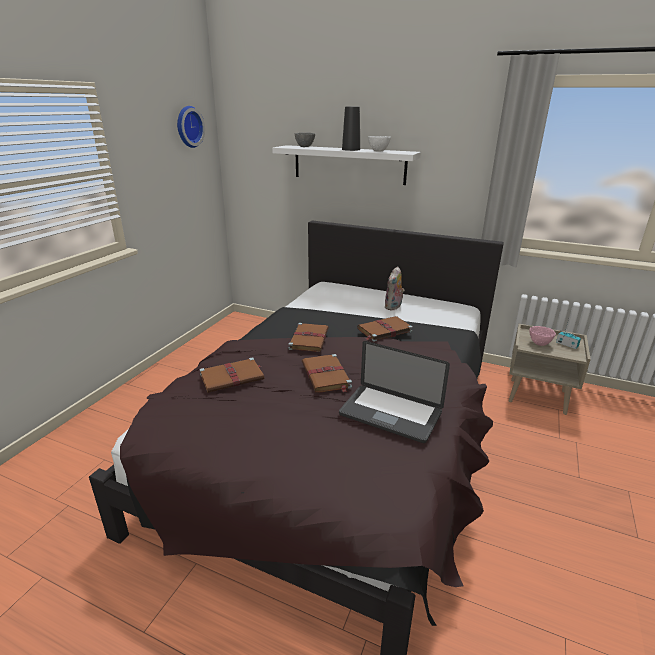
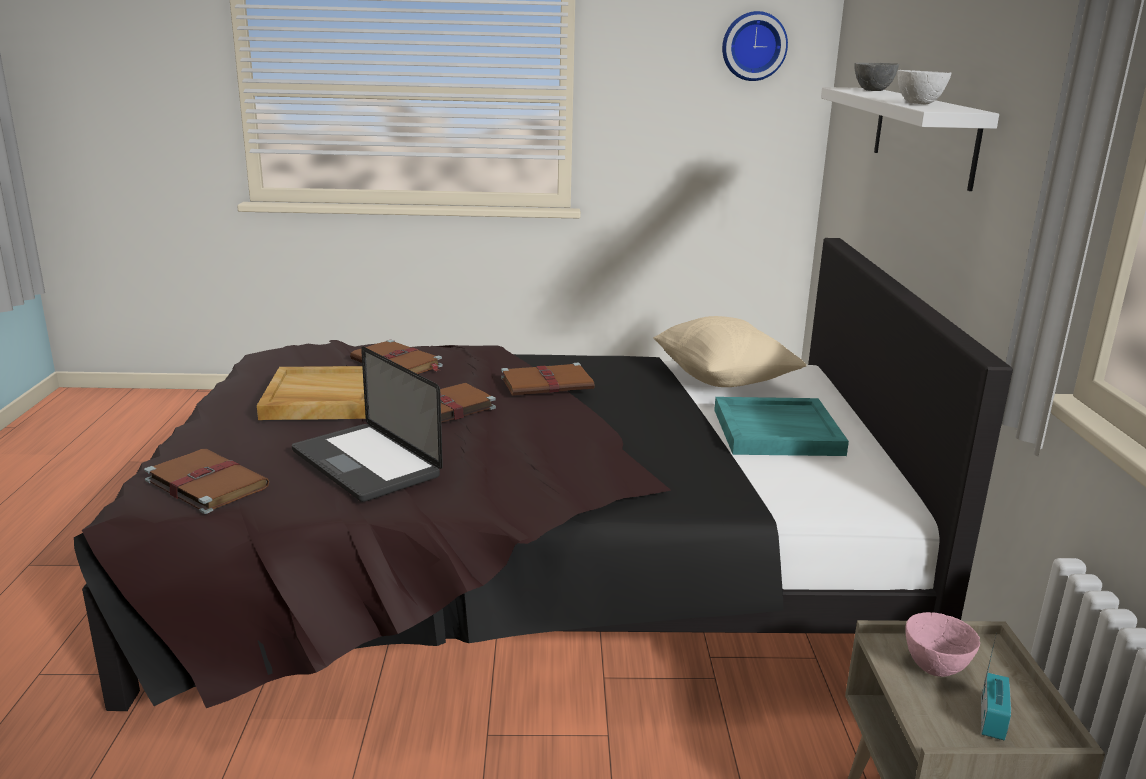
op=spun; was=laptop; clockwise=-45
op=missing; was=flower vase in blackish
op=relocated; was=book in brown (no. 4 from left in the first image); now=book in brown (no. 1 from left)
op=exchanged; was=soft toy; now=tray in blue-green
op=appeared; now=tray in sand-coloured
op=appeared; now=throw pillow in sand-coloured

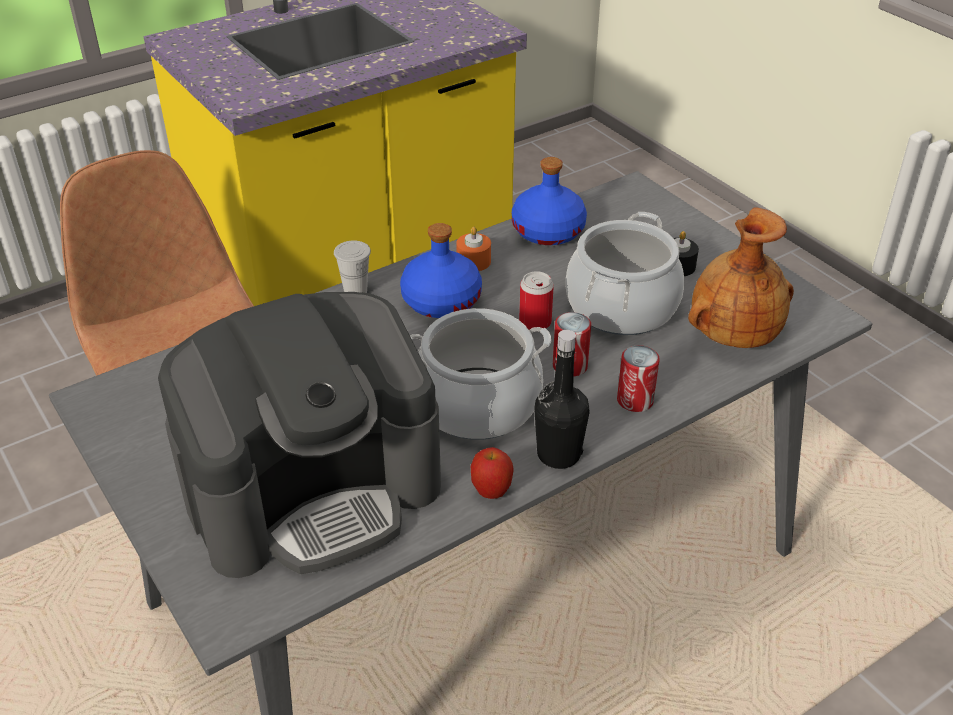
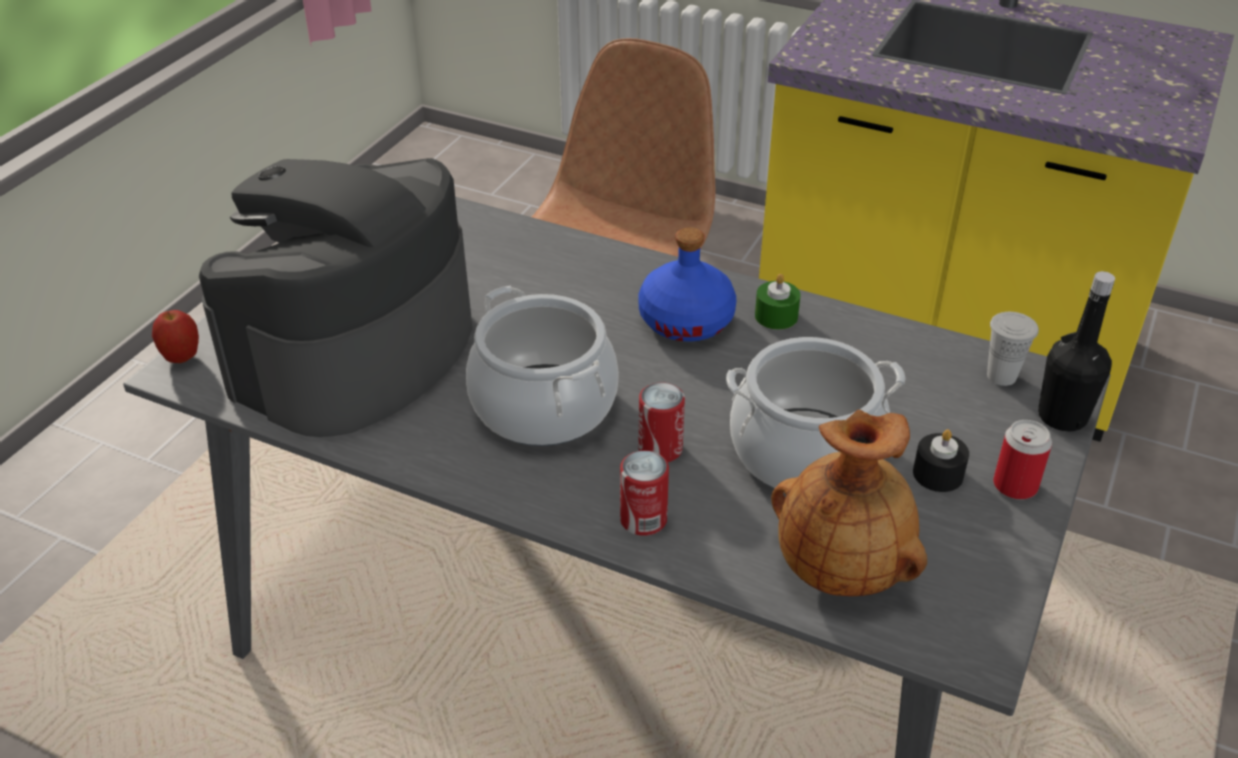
op=spun; was=coffee maker; clockwise=90
op=relocated; was=drinking cup in whitish
op=colour; was=wax light in orange-coloured; now=wax light in greenish
op=relocated; was=whole apple
op=missing; was=beverage bottle in bluish (no. 2 from left)
op=relocated; was=can (no. 1 from left in the first image); now=can (no. 3 from left)
op=relocated; was=beverage bottle in blackish

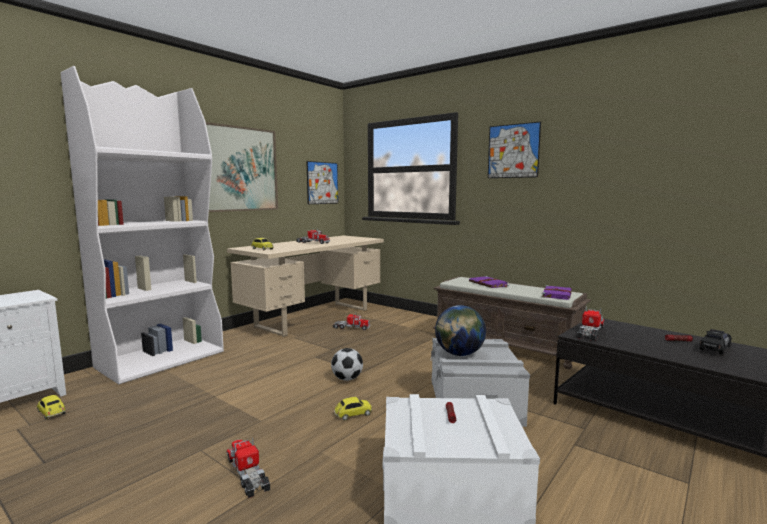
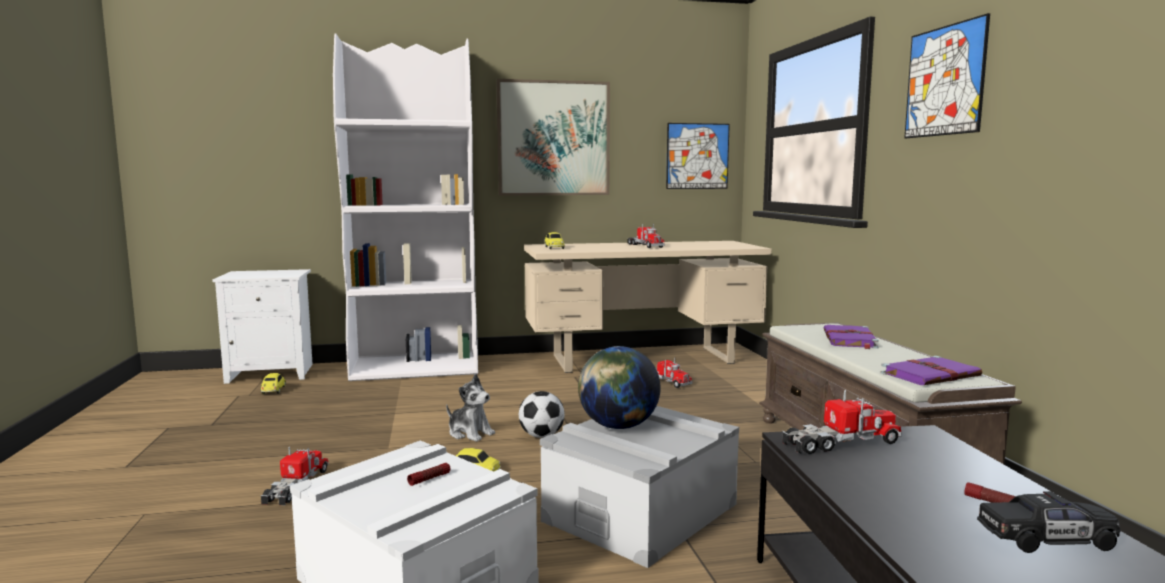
op=appeared; now=soft toy

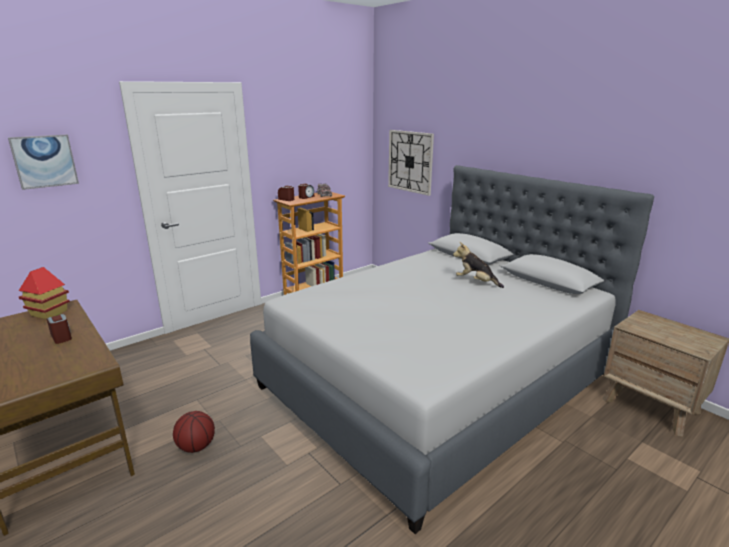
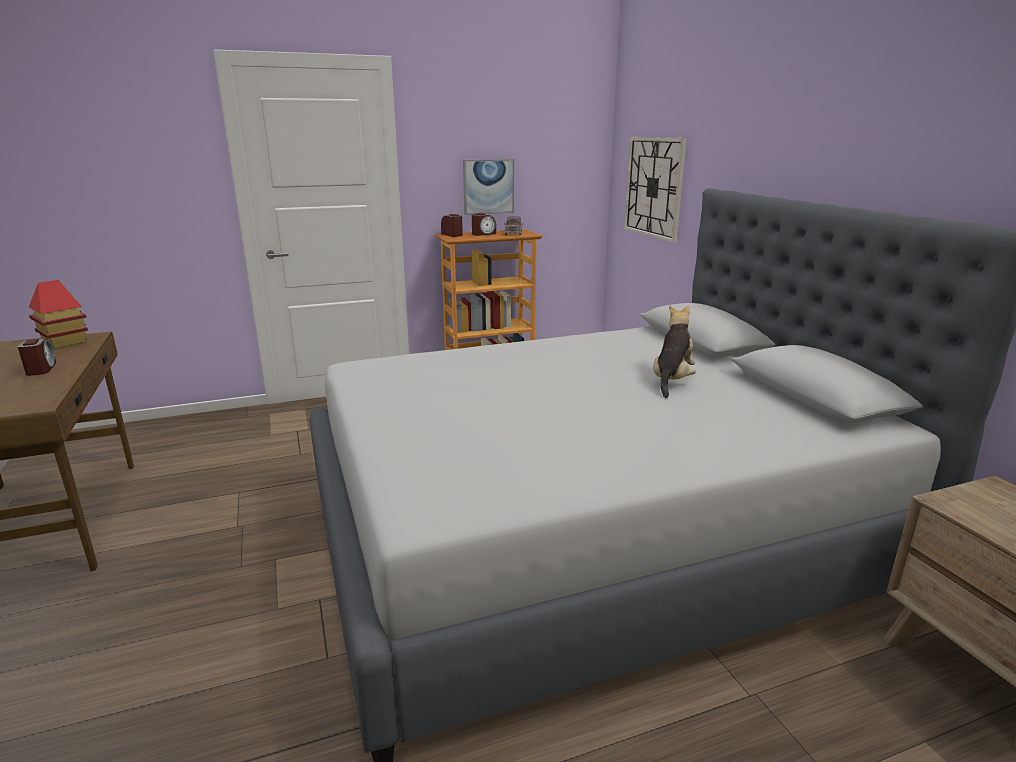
op=relocated; was=wall picture
op=missing; was=ball for basketball
op=spun; was=soft toy; clockwise=60

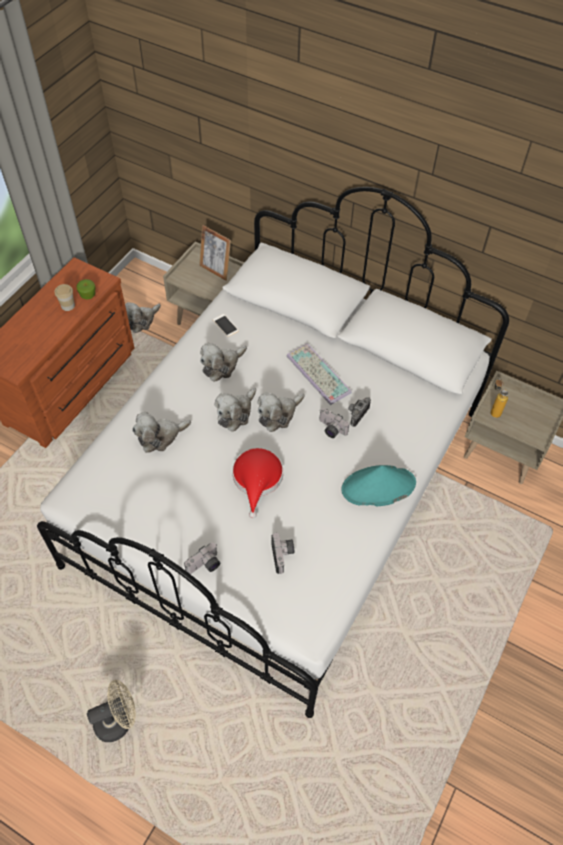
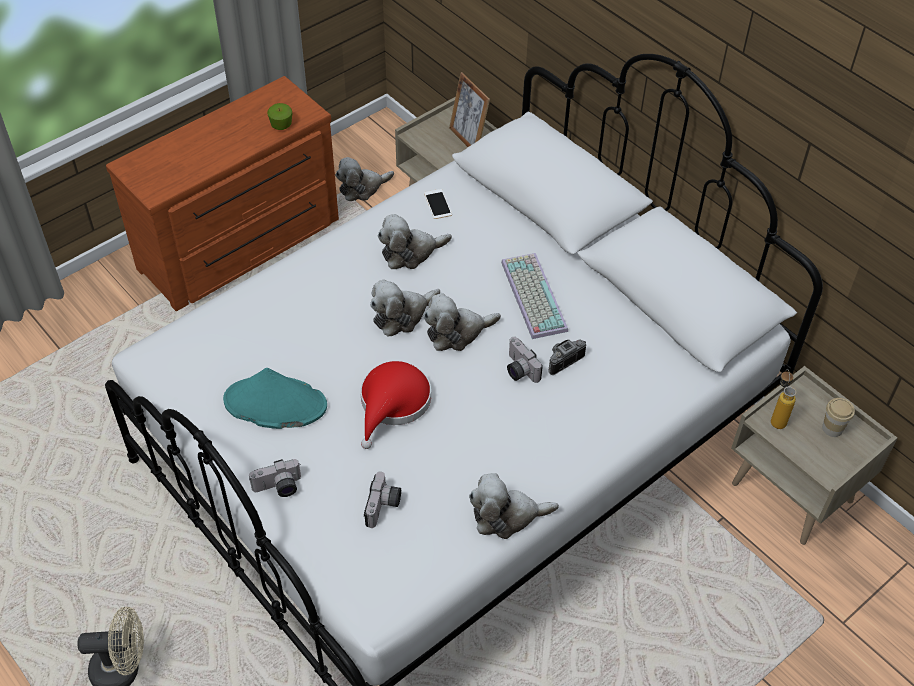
op=relocated; was=drinking cup
op=relocated; was=soft toy (no. 2 from left in the first image); now=soft toy (no. 5 from left)
op=relocated; was=hat in blue-green

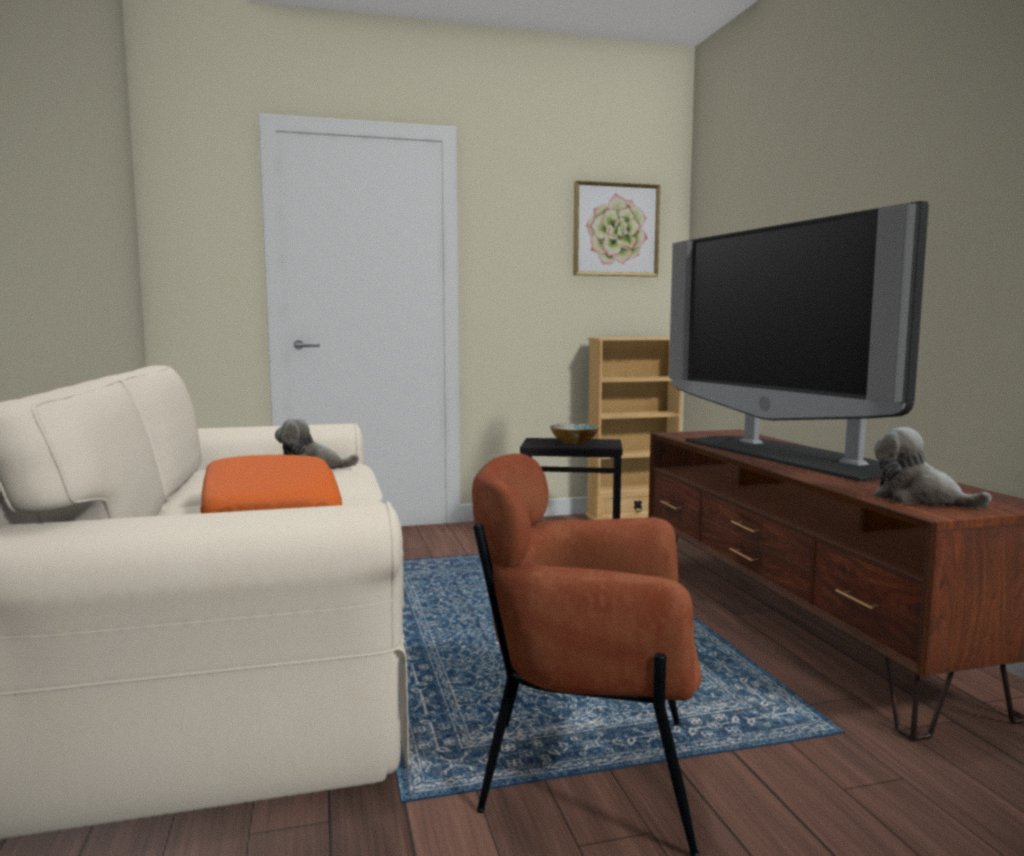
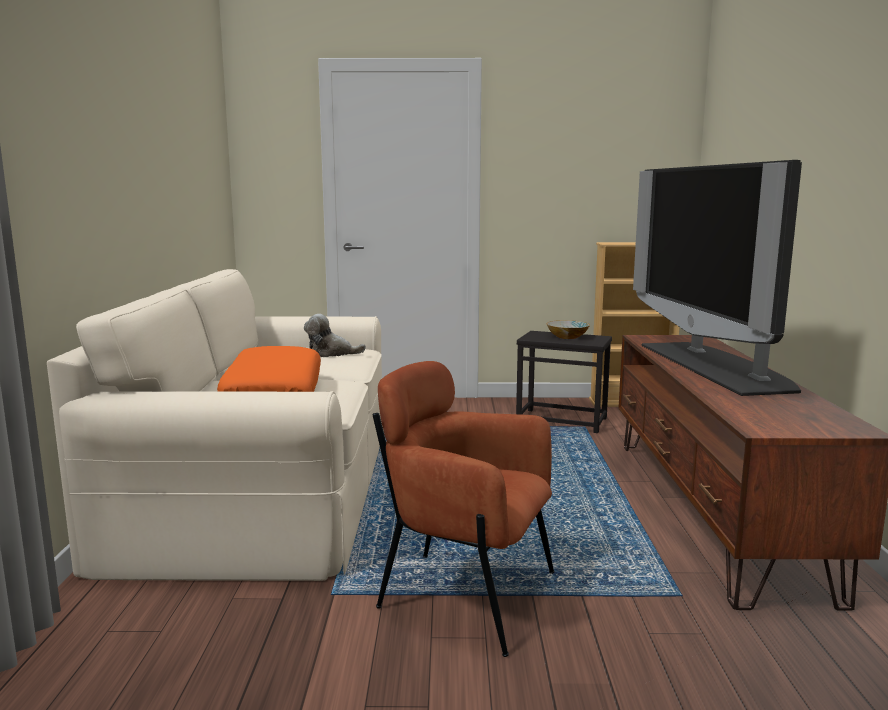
op=missing; was=wall picture
op=missing; was=soft toy (no. 2 from left)

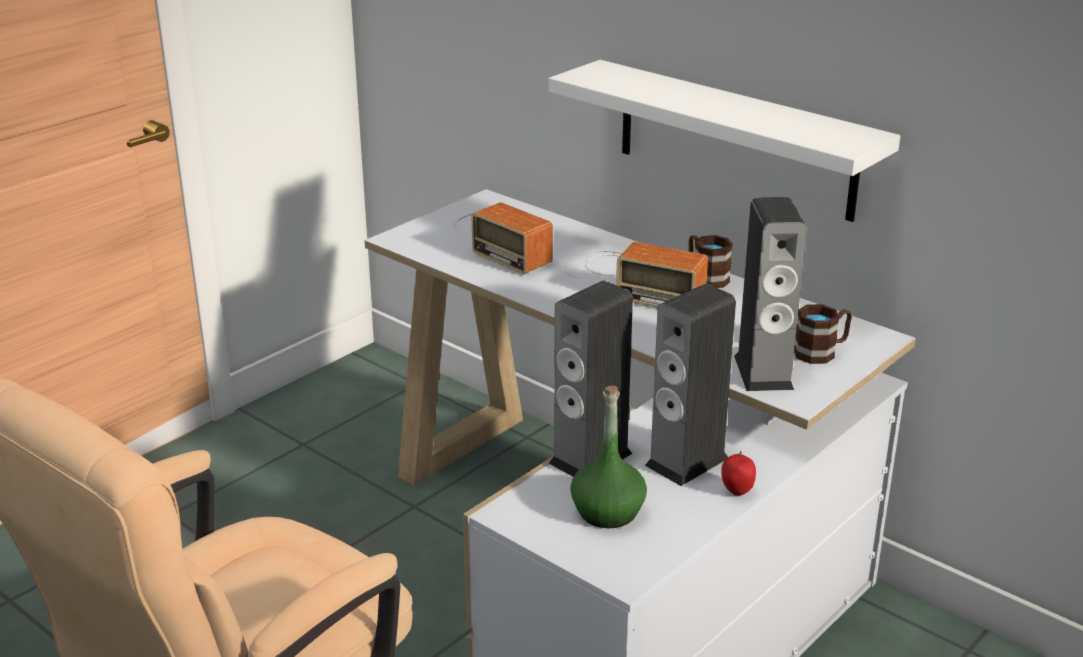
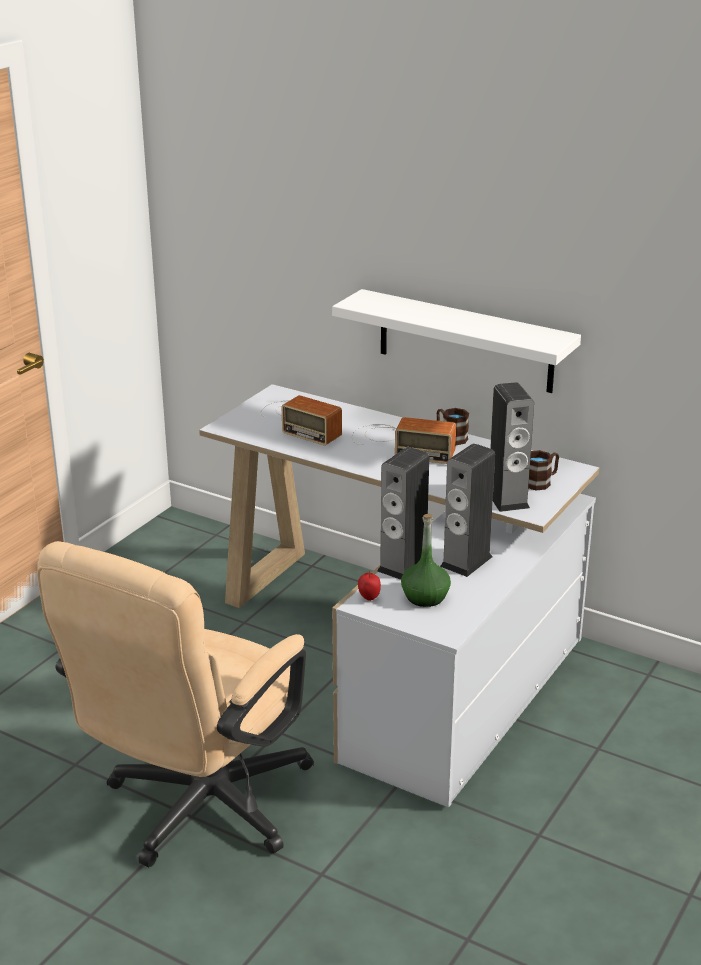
op=relocated; was=whole apple

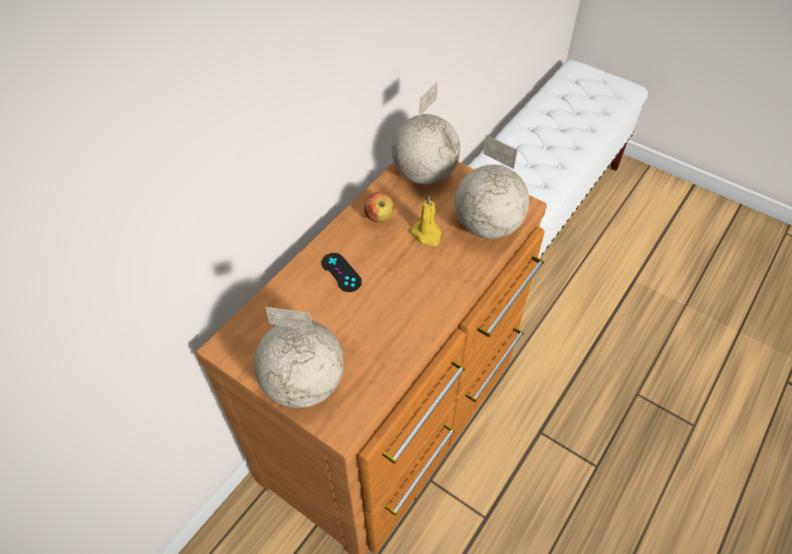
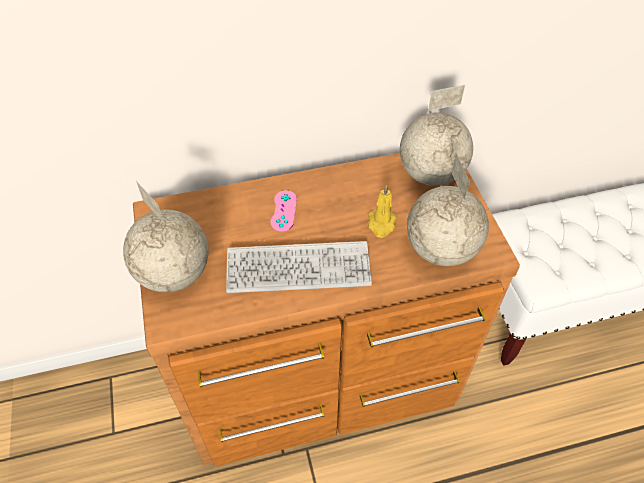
op=colour; was=game controller in blackish; now=game controller in pink-coloured
op=missing; was=whole apple
op=appeared; now=keyboard

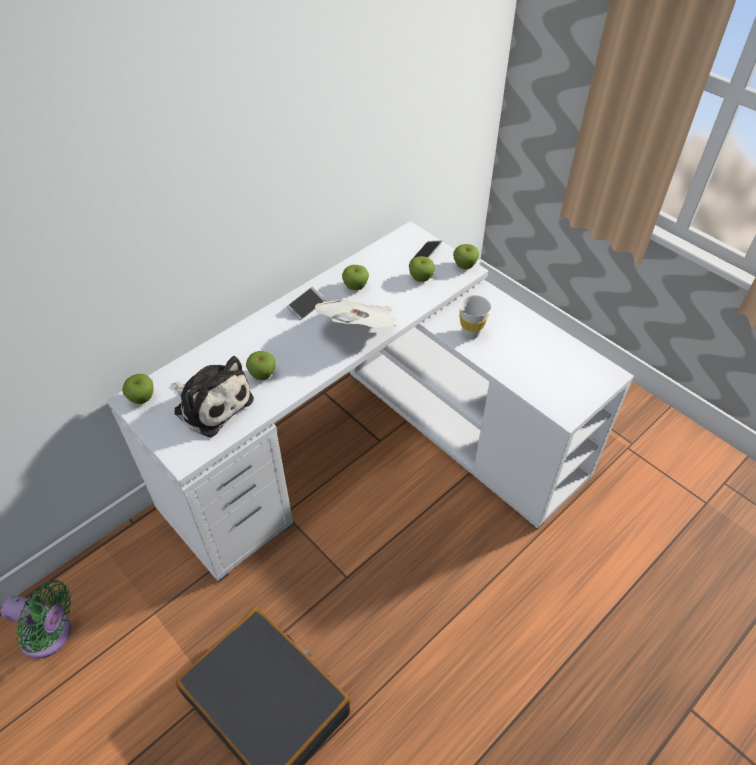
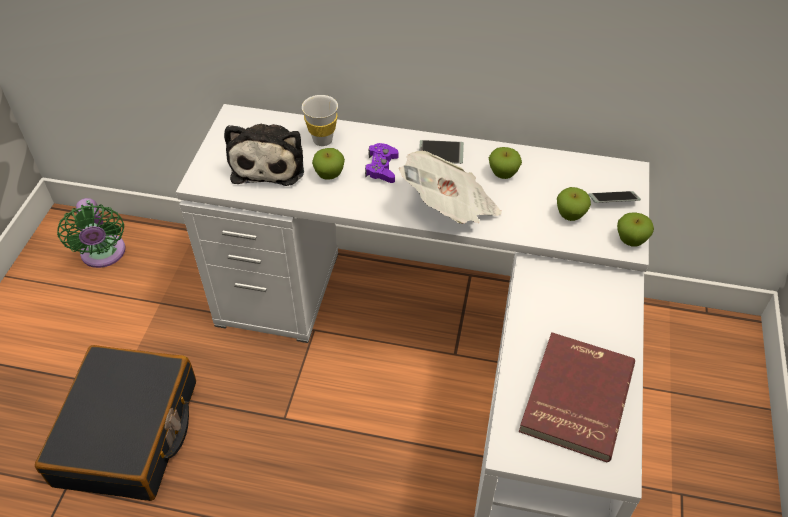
op=missing; was=whole apple (no. 1 from left)
op=relocated; was=drinking cup in whitish
op=appeared; now=game controller in purplish
op=appeared; now=book in reddish

